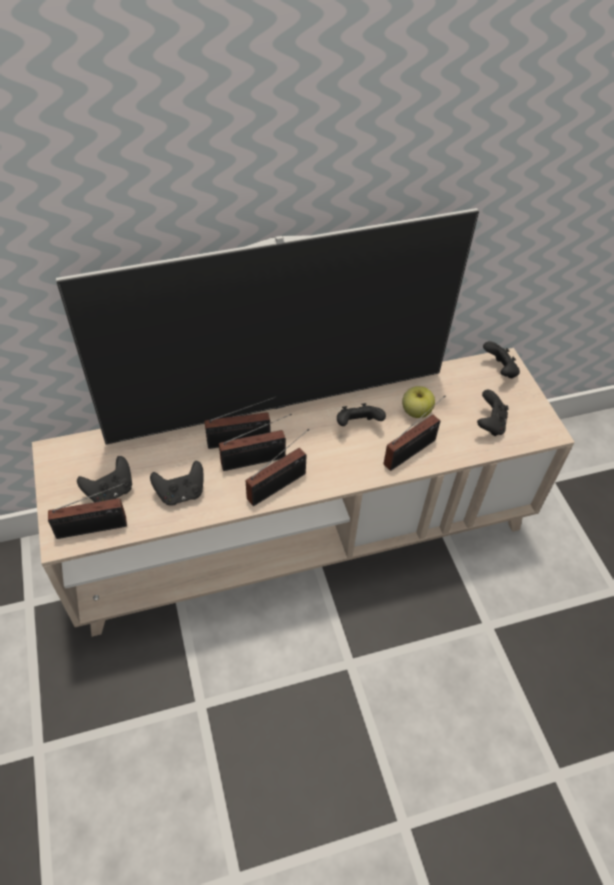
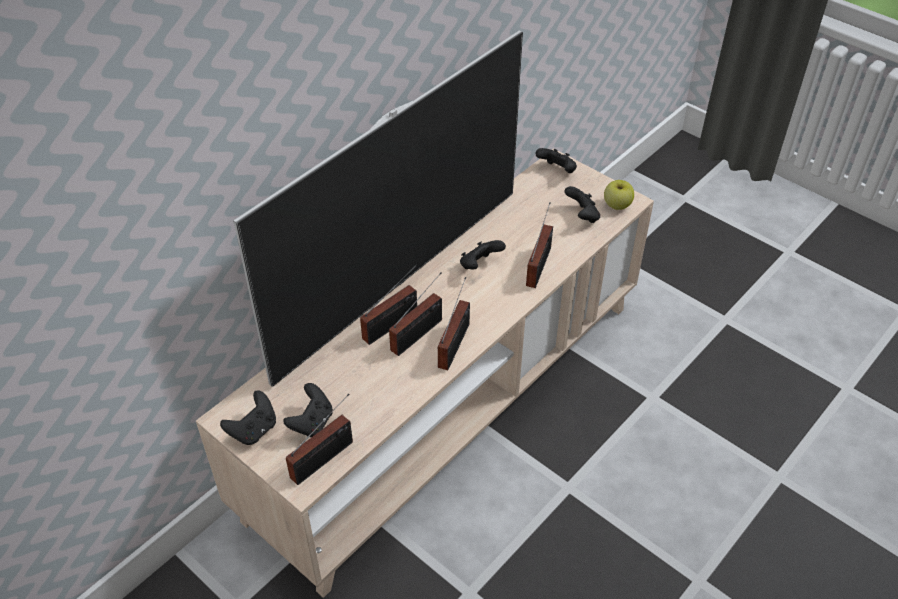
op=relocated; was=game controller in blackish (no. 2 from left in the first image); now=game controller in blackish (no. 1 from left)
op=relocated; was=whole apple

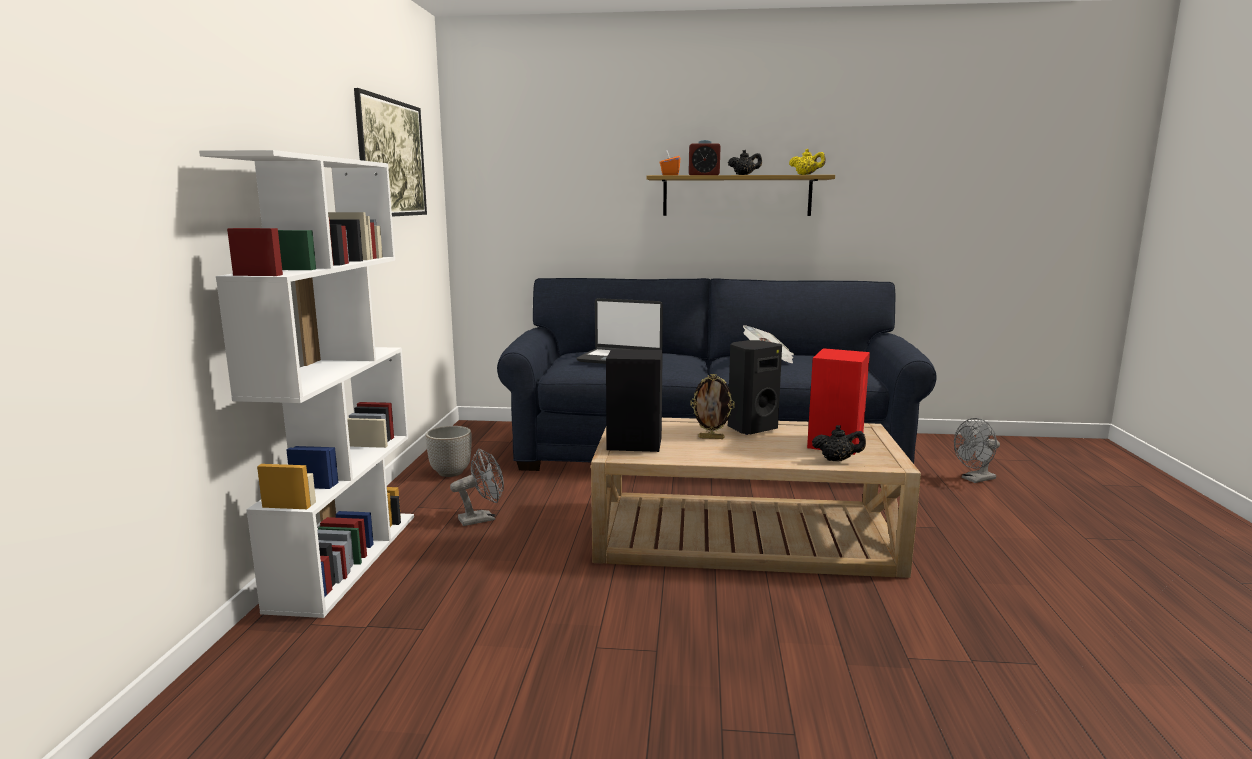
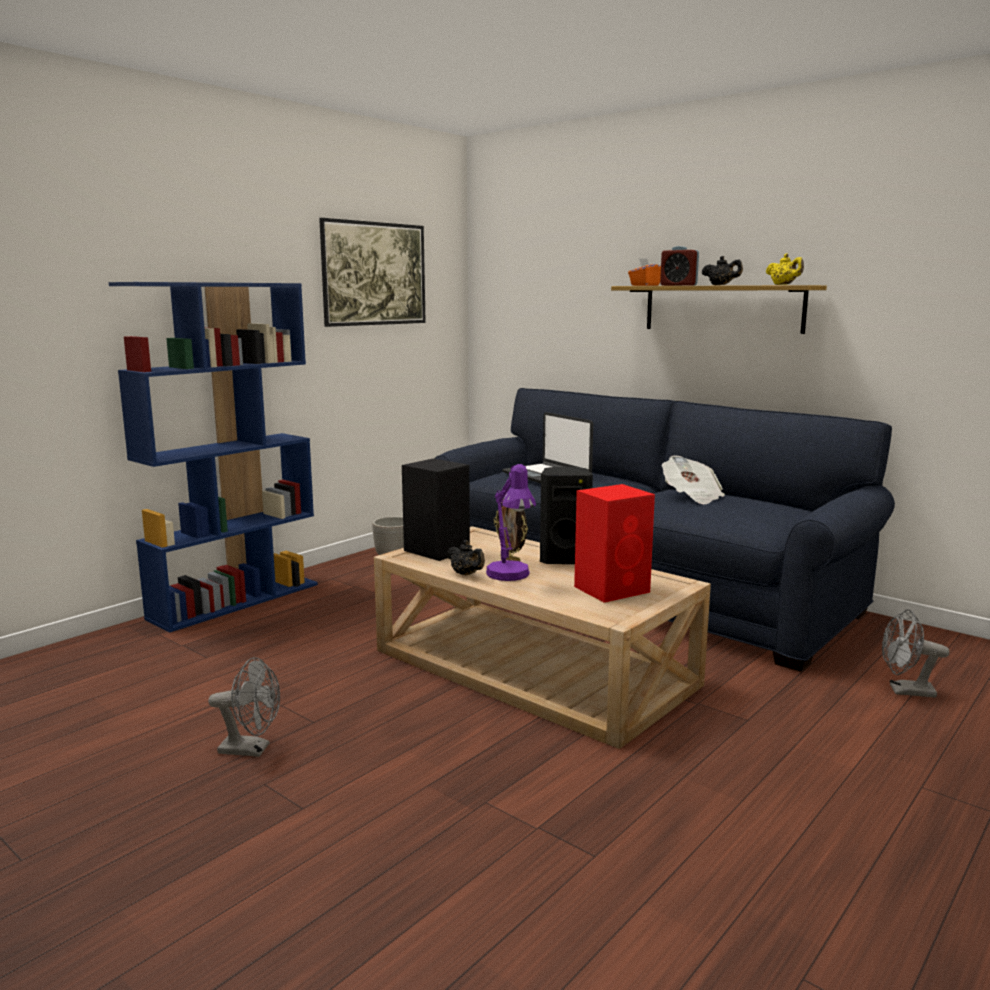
op=colour; was=bookcase in whitish; now=bookcase in bluish
op=relocated; was=electric fan in greyish (no. 1 from left)
op=relocated; was=teapot in blackish (no. 2 from left in the first image); now=teapot in blackish (no. 1 from left)
op=appeared; now=table lamp in purplish

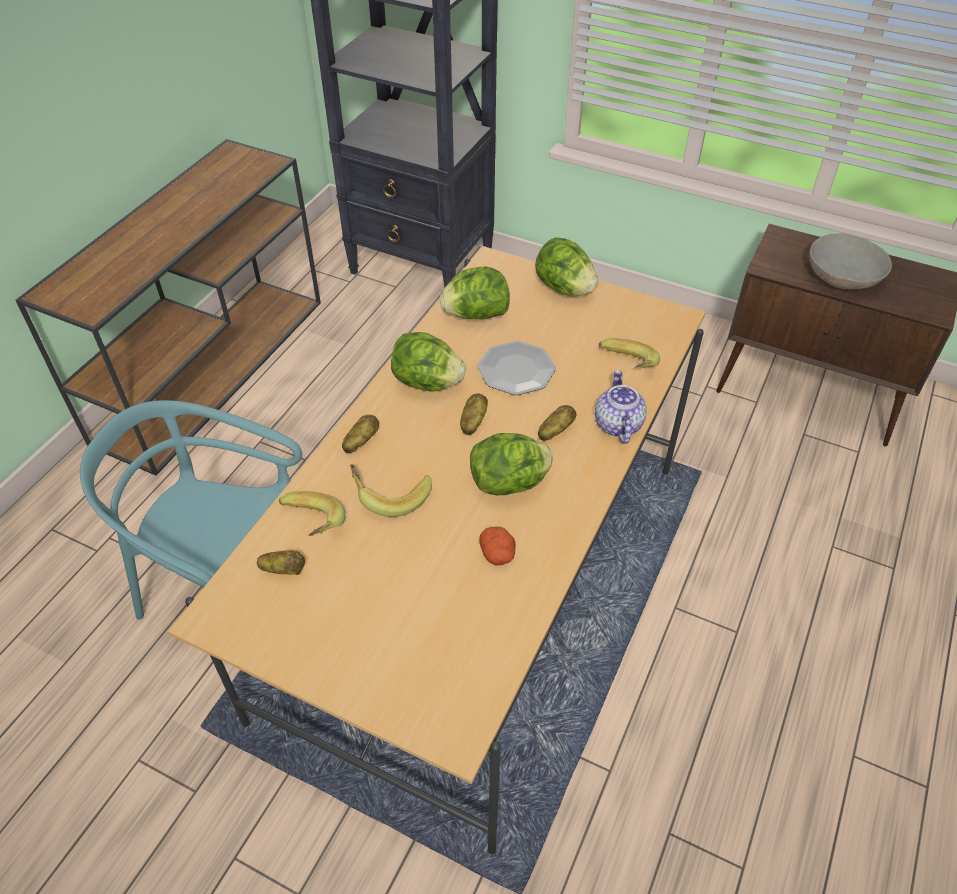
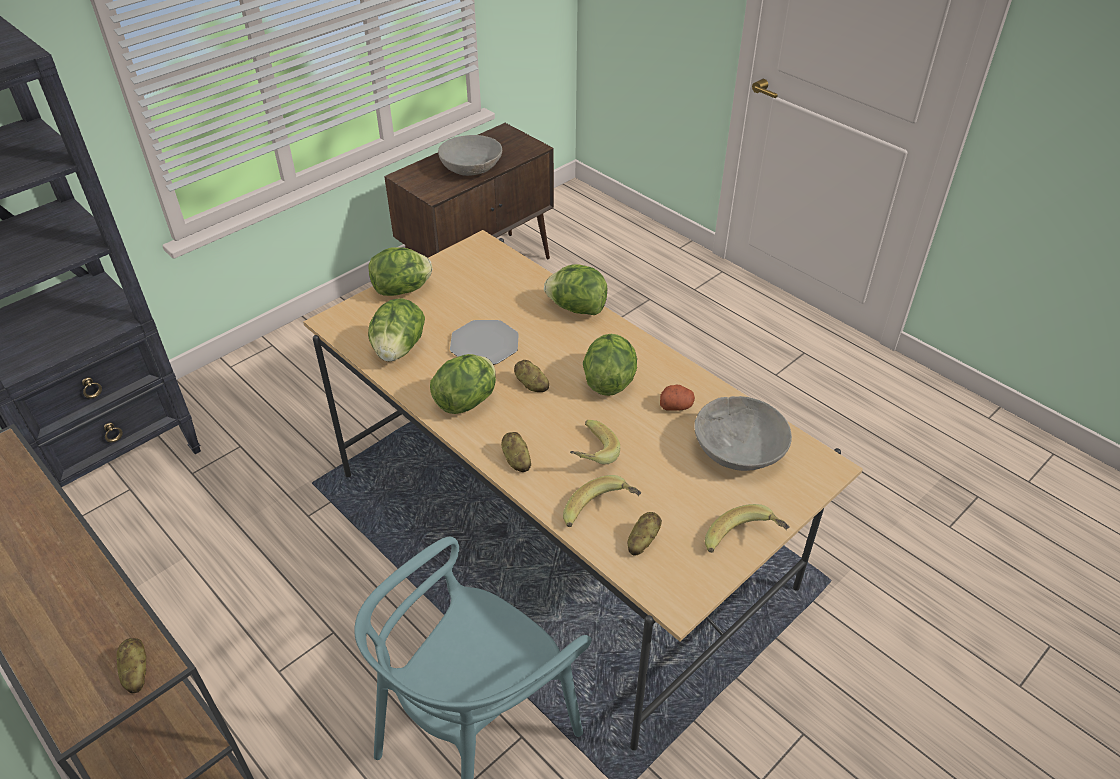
op=relocated; was=whole potato (no. 5 from left in the first image); now=whole potato (no. 1 from left)
op=exchanged; was=teapot; now=lettuce (no. 4 from left)
op=relocated; was=banana (no. 3 from left)
op=appeared; now=serving bowl in greyish (no. 2 from left)

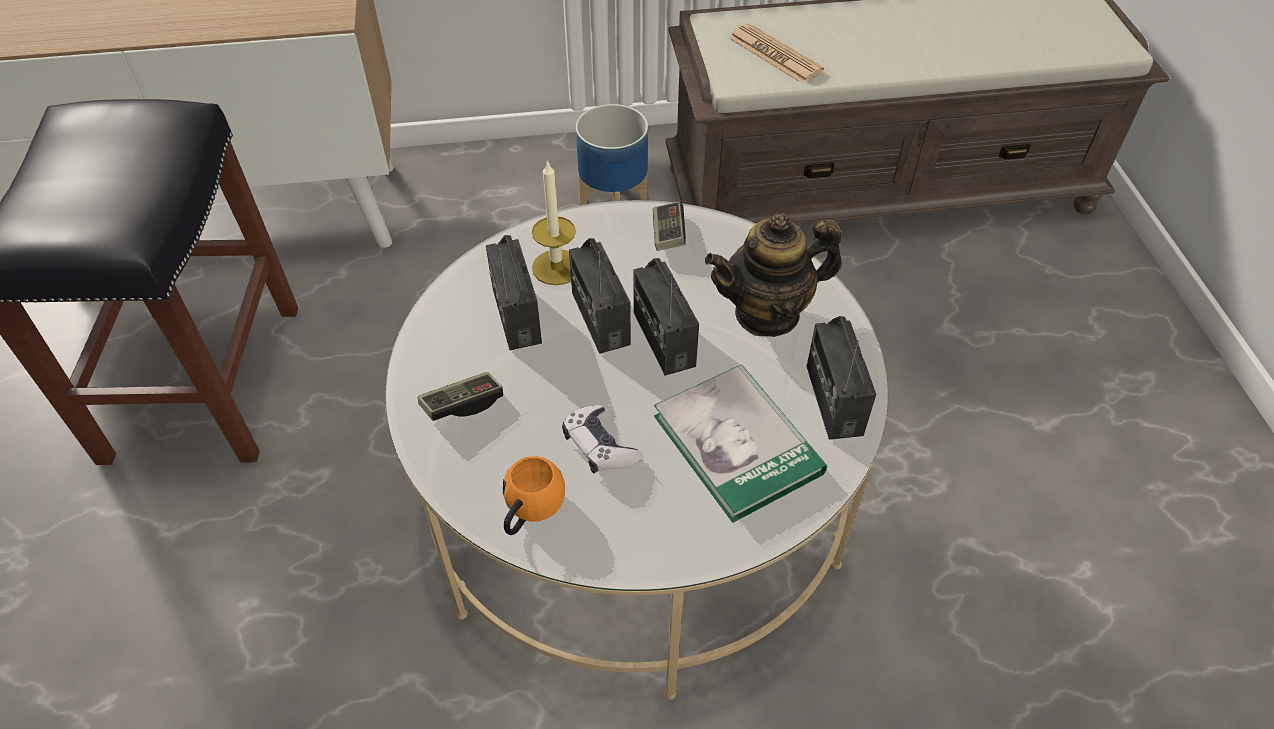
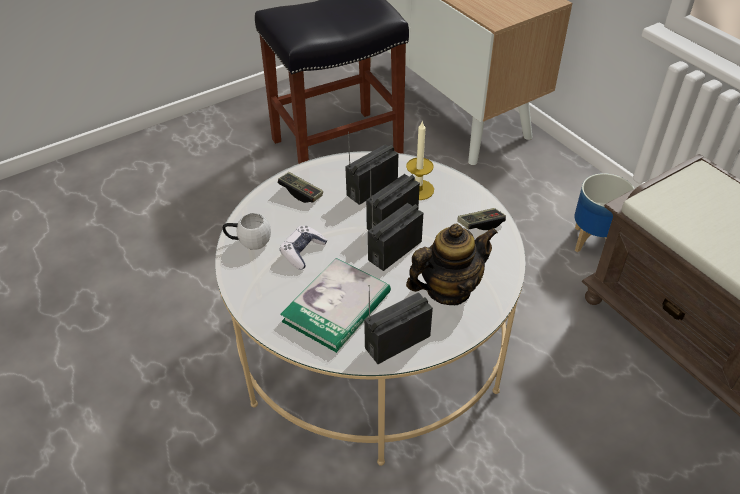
op=colour; was=coffee mug in orange-coloured; now=coffee mug in whitish
op=spun; was=teapot; clockwise=105
op=missing; was=daily paper

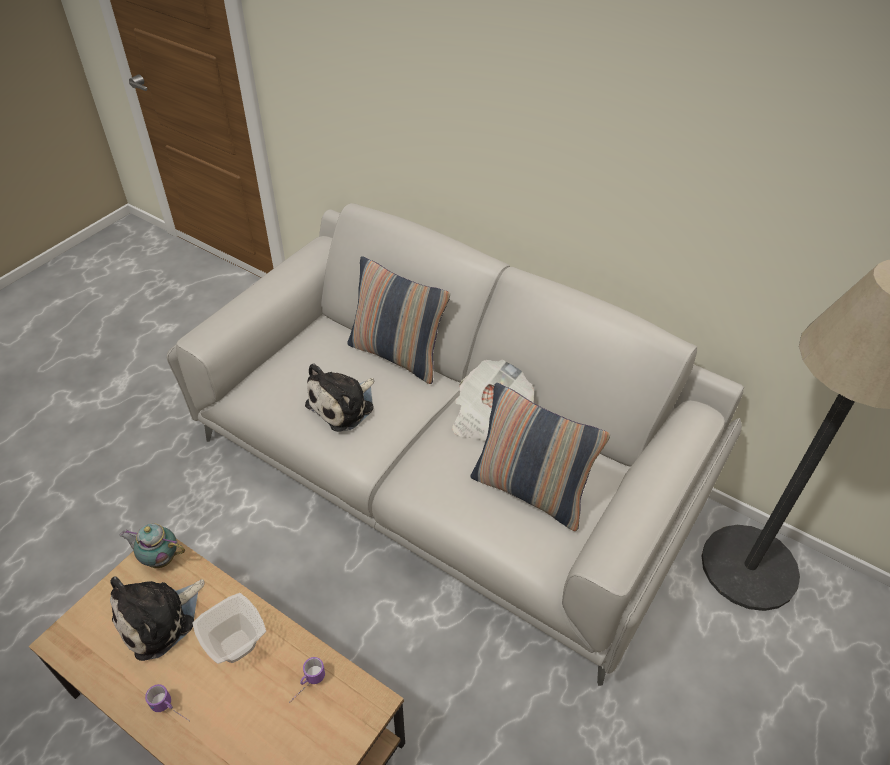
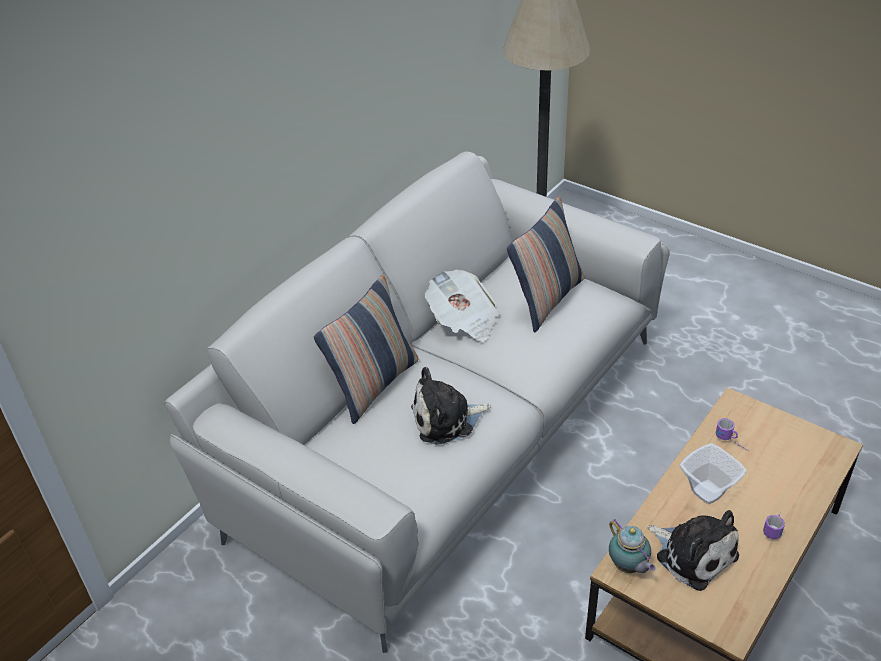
op=spun; was=teapot; clockwise=-45
op=spun; was=soft toy (no. 2 from left in the first image); clockwise=120

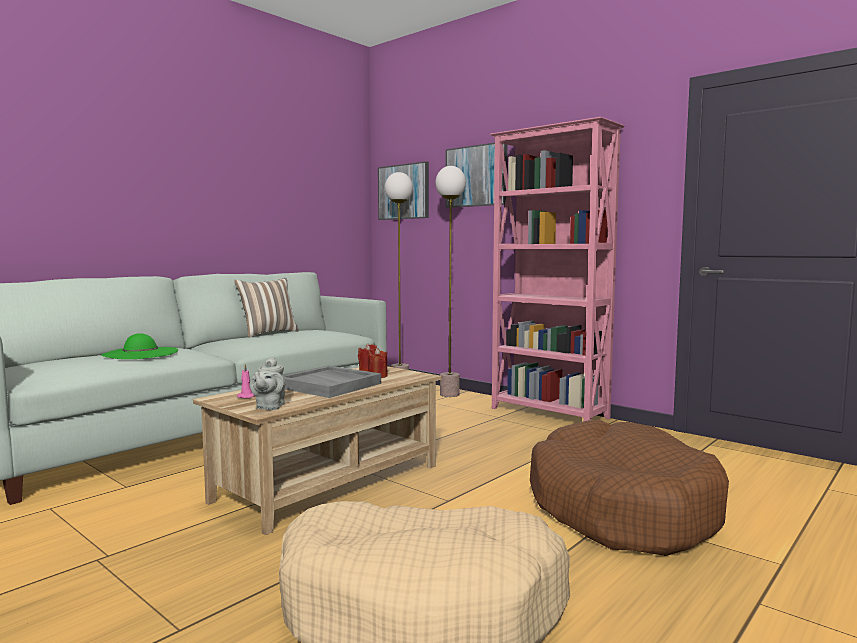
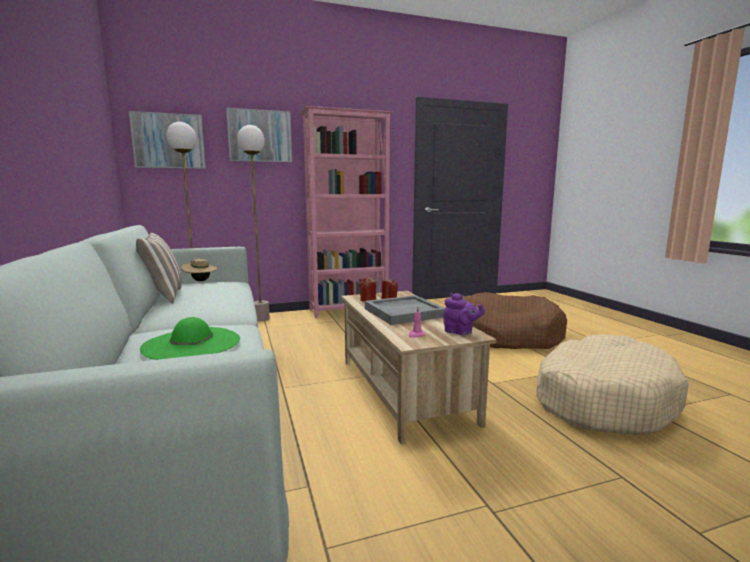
op=colour; was=teapot in greyish; now=teapot in purplish
op=appeared; now=hat in sand-coloured

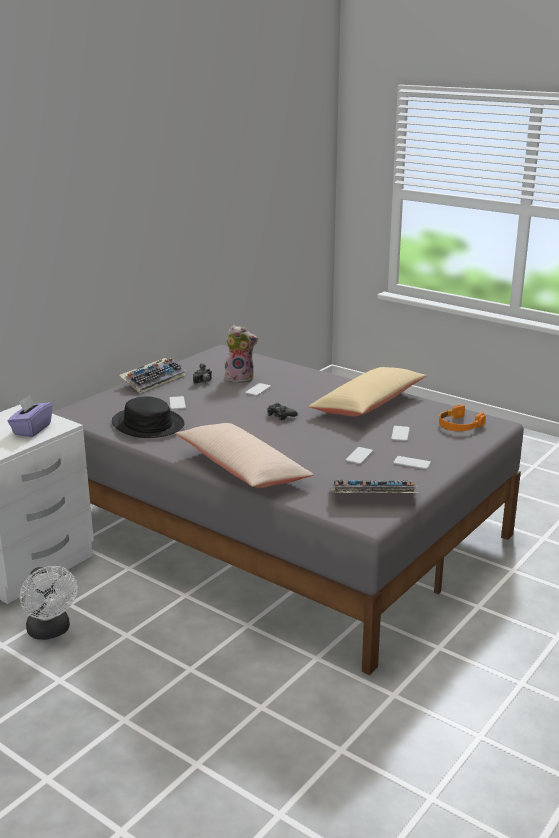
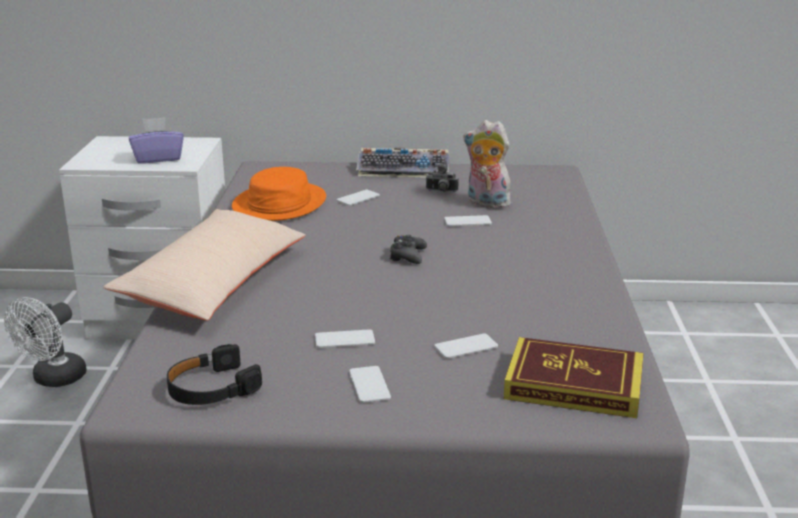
op=colour; was=hat in blackish; now=hat in orange-coloured
op=spun; was=soft toy; clockwise=150
op=missing; was=throw pillow in sand-coloured (no. 2 from left)
op=exchanged; was=keyboard (no. 2 from left); now=headphones in blackish
op=exchanged; was=headphones in orange-coloured; now=book

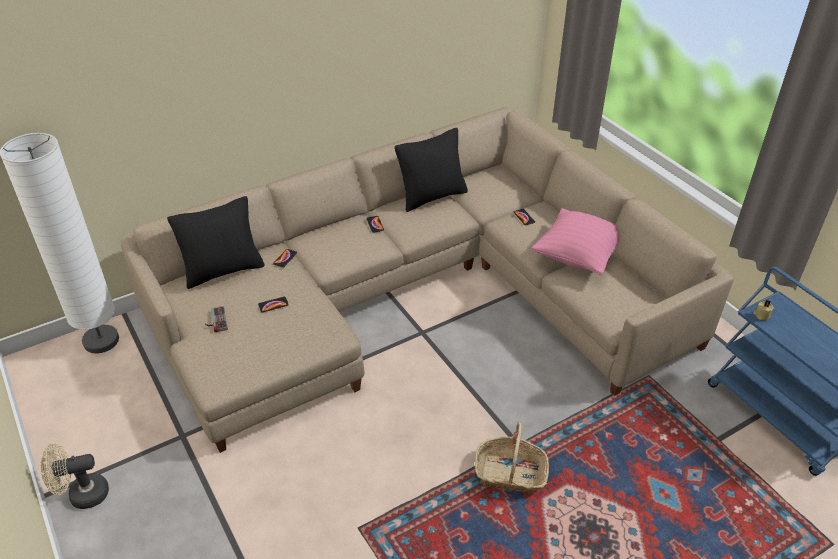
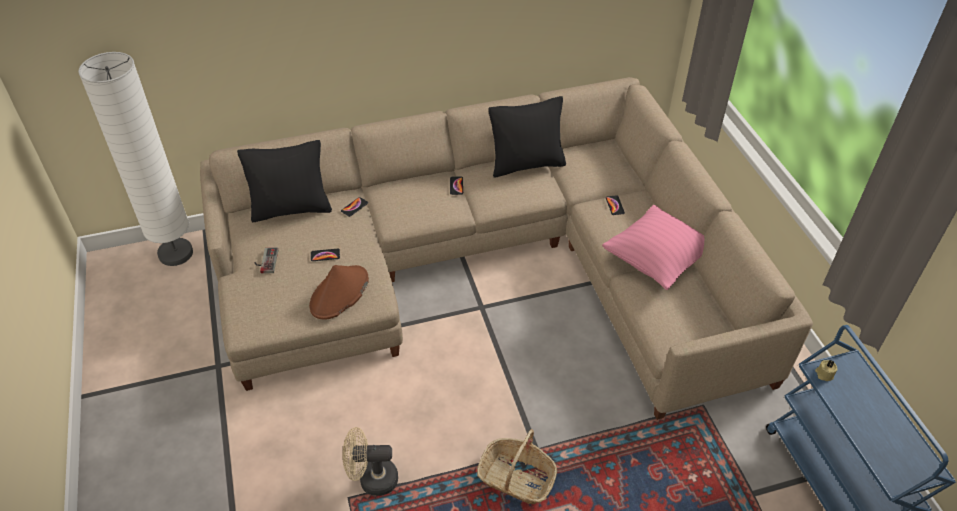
op=relocated; was=electric fan in sand-coloured
op=appeared; now=hat in brown

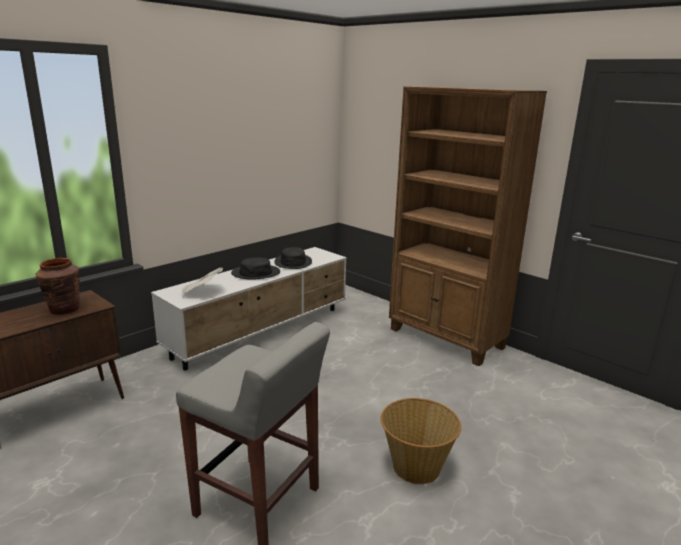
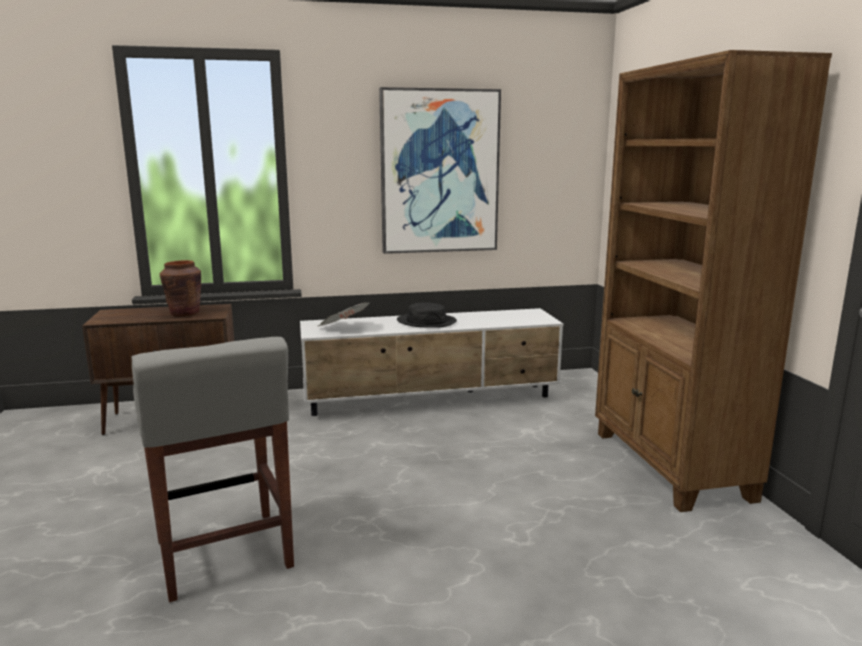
op=missing; was=hat in blackish (no. 2 from left)
op=missing; was=household basket
op=appeared; now=wall picture

